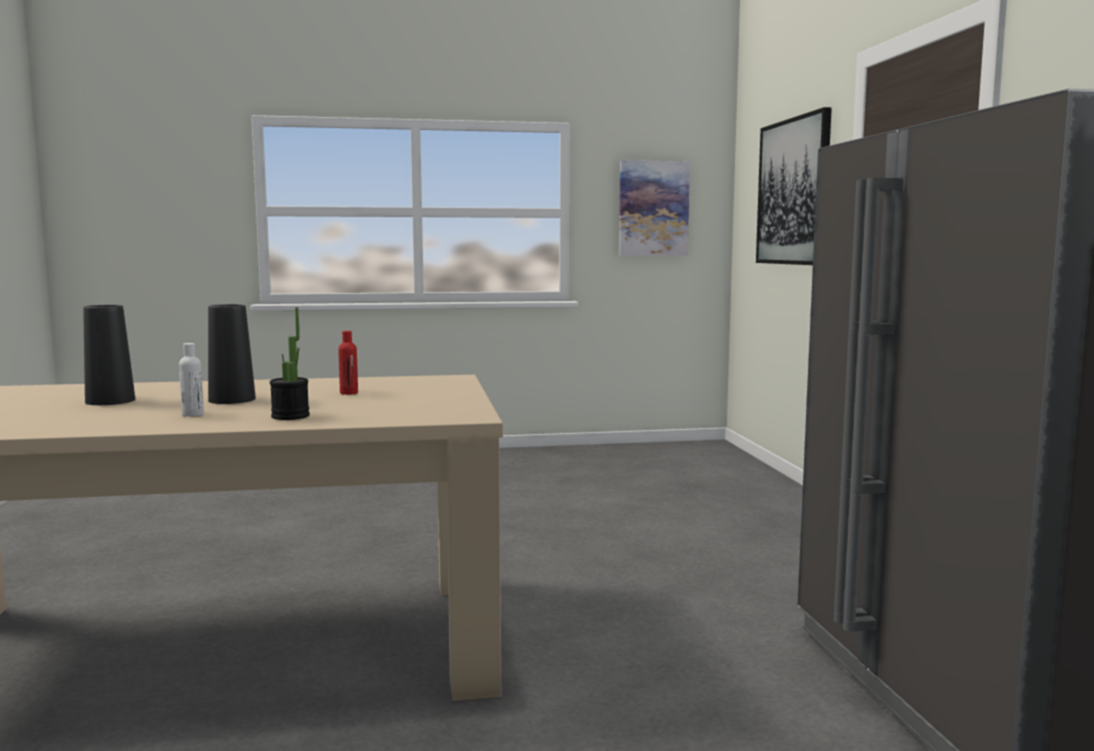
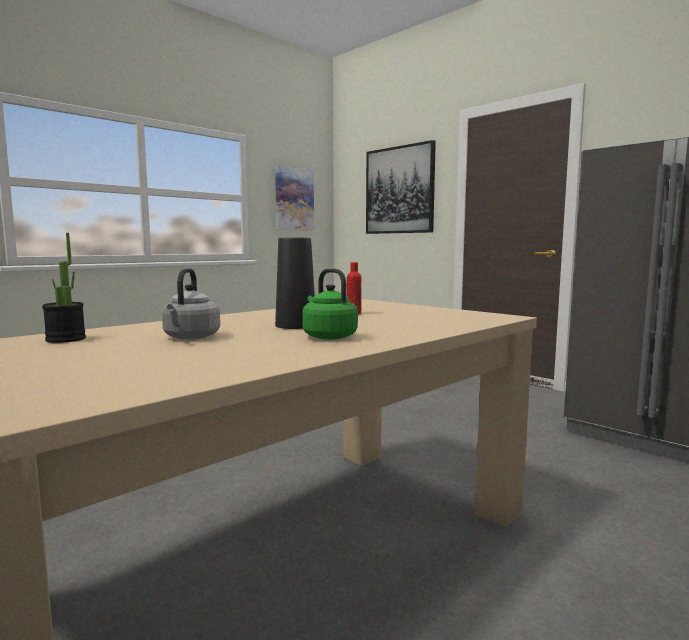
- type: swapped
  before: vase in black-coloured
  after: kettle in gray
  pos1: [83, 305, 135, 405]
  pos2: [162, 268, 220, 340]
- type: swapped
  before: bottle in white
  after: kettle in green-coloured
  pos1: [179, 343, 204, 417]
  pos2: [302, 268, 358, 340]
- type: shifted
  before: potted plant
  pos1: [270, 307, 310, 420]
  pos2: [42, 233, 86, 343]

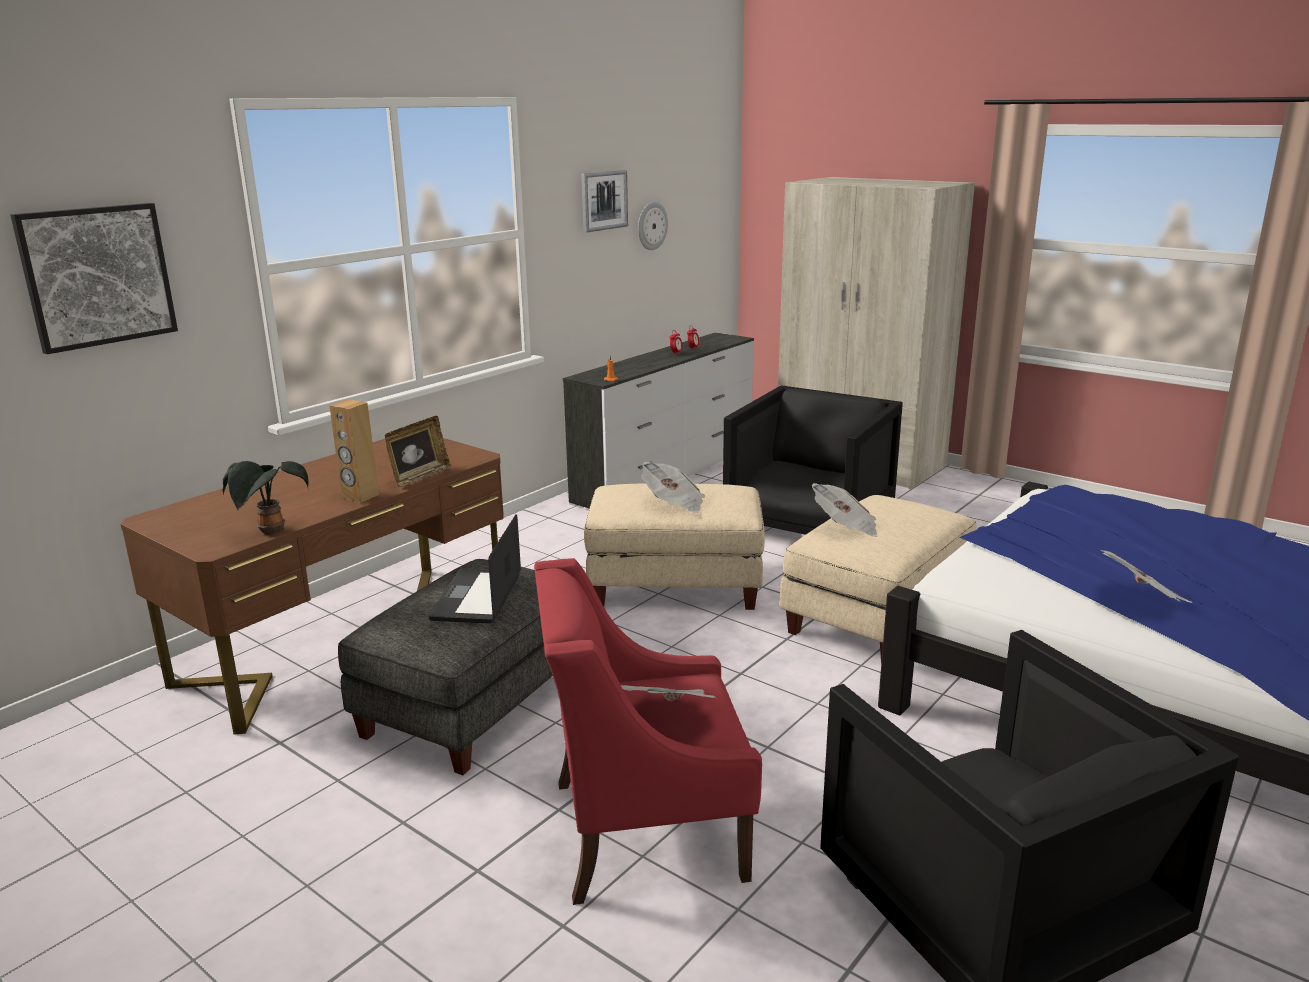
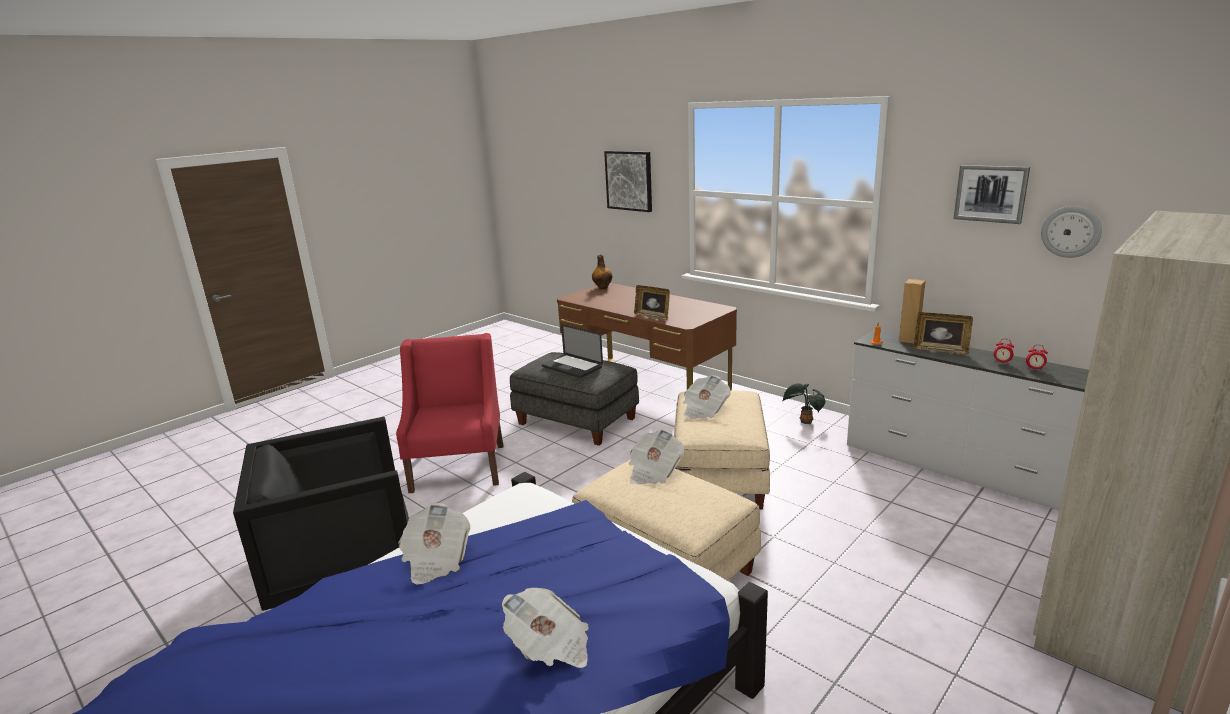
- type: shifted
  before: potted plant
  pos1: [222, 461, 308, 534]
  pos2: [783, 383, 825, 424]
- type: shifted
  before: speaker in brownish
  pos1: [329, 399, 379, 503]
  pos2: [899, 279, 926, 344]
- type: rotated
  before: portable computer
  pos1: [428, 515, 521, 624]
  pos2: [542, 324, 603, 378]
  turn: -150
- type: shifted
  before: daily paper
  pos1: [621, 685, 719, 701]
  pos2: [502, 588, 589, 668]
- type: gone
  before: lounge chair in black-coloured
  pos1: [723, 385, 903, 535]
- type: new
  after: bottle
  pos2: [592, 255, 612, 289]
- type: new
  after: picture frame
  pos2: [914, 312, 973, 355]

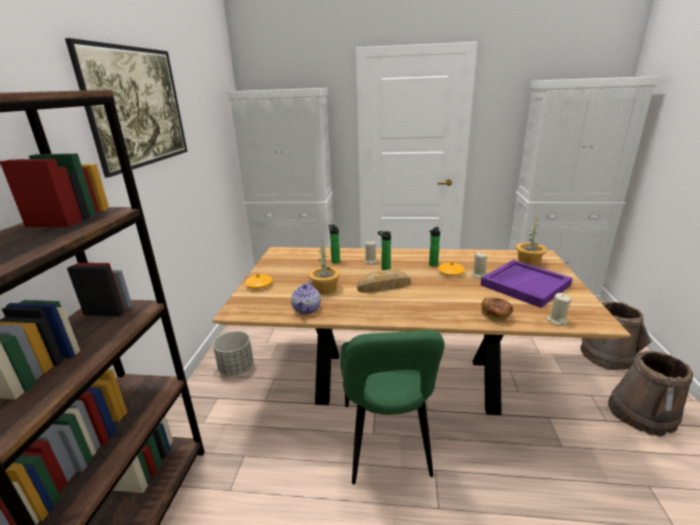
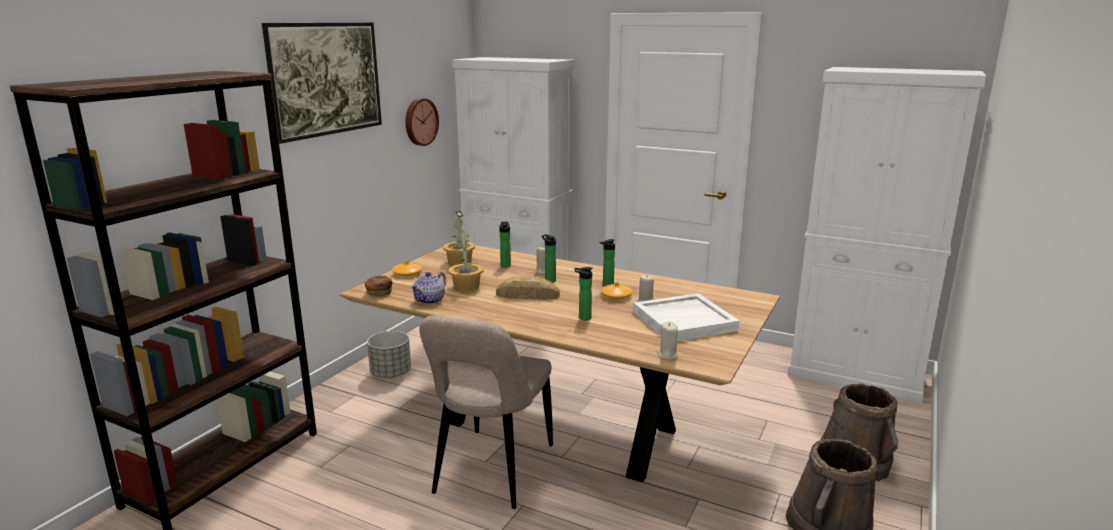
- type: repainted
  before: upright chair in green-coloured
  after: upright chair in beige-coloured
  pos1: [341, 330, 445, 484]
  pos2: [419, 315, 553, 509]
- type: repainted
  before: serving tray in purplish
  after: serving tray in white
  pos1: [481, 260, 572, 308]
  pos2: [633, 293, 740, 341]
- type: shifted
  before: bread
  pos1: [481, 297, 513, 321]
  pos2: [365, 275, 393, 296]
- type: shifted
  before: potted plant
  pos1: [516, 217, 547, 266]
  pos2: [443, 211, 475, 266]
- type: new
  after: clock on the wall
  pos2: [405, 98, 439, 146]
- type: new
  after: bottle
  pos2: [574, 267, 593, 321]

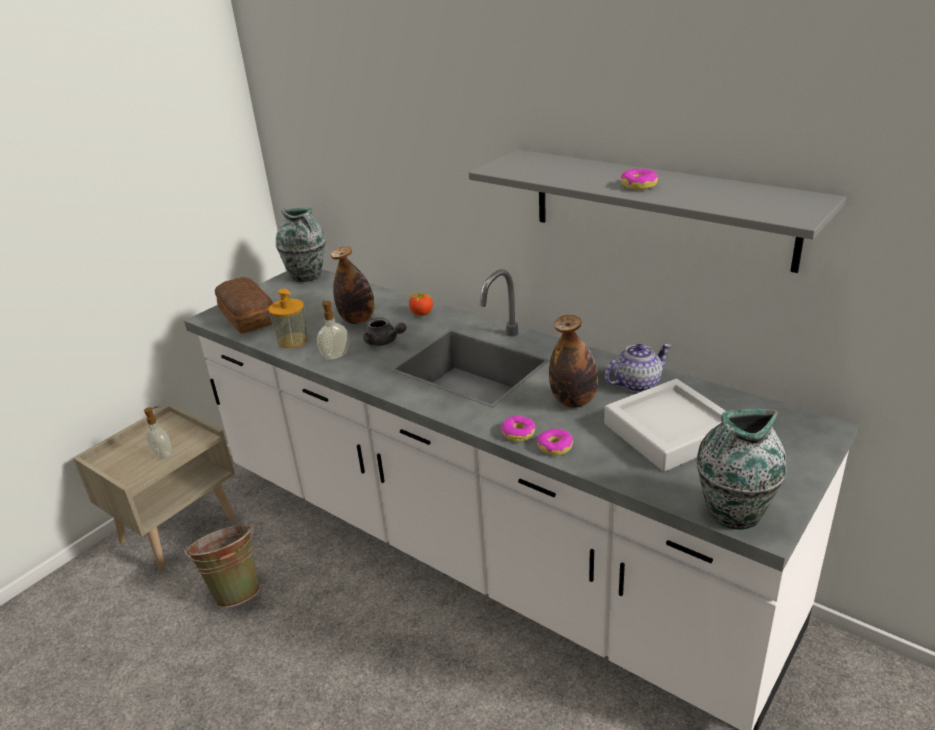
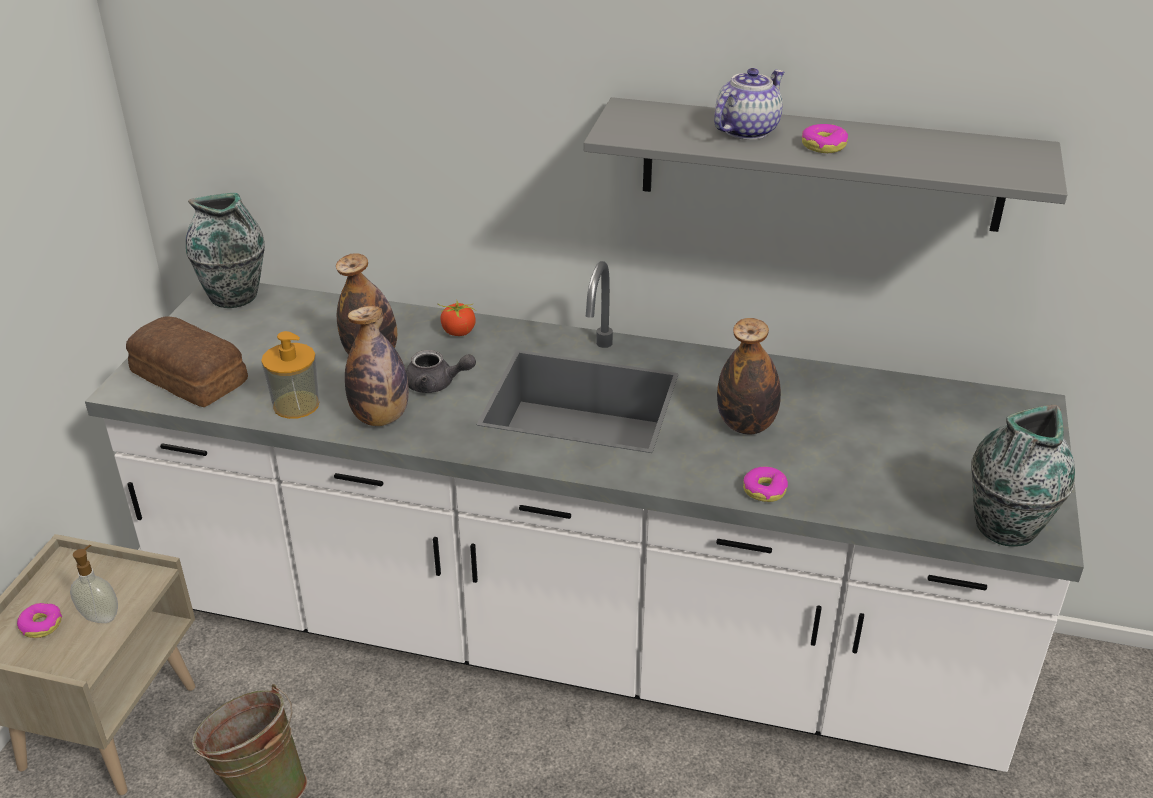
- type: swapped
  before: soap bottle
  after: bottle
  pos1: [317, 301, 350, 360]
  pos2: [345, 306, 409, 426]
- type: shifted
  before: donut
  pos1: [501, 416, 536, 442]
  pos2: [17, 603, 62, 638]
- type: gone
  before: serving tray in gray
  pos1: [604, 379, 725, 472]
- type: shifted
  before: teapot
  pos1: [605, 344, 672, 392]
  pos2: [714, 68, 784, 140]

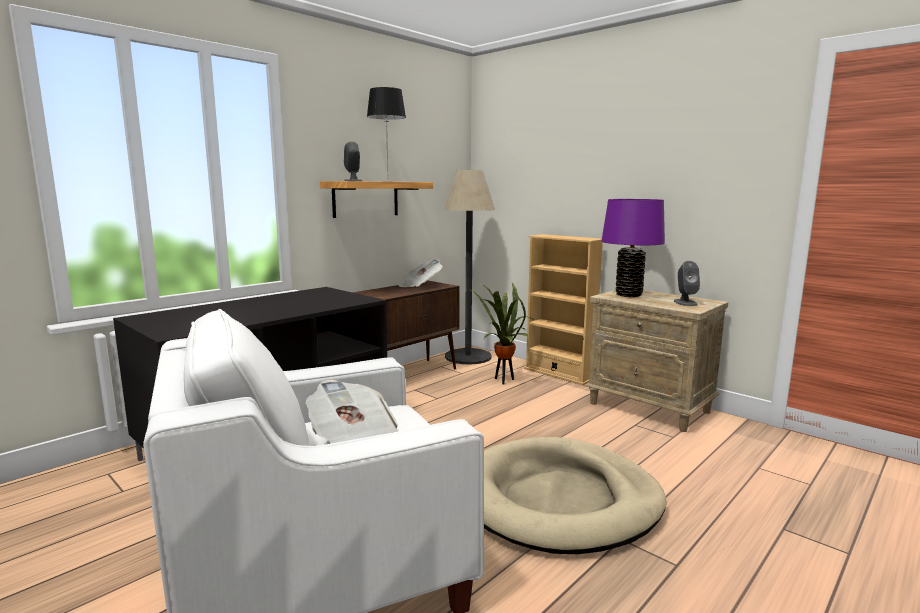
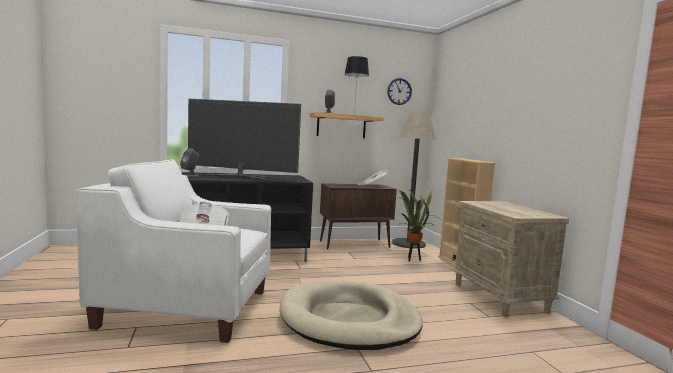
- type: gone
  before: tabletop lamp in purplish
  pos1: [601, 199, 665, 297]
- type: shifted
  before: speaker in gray
  pos1: [674, 261, 700, 306]
  pos2: [180, 148, 199, 177]
- type: new
  after: television
  pos2: [188, 99, 301, 180]
- type: new
  after: clock on the wall
  pos2: [387, 78, 412, 105]

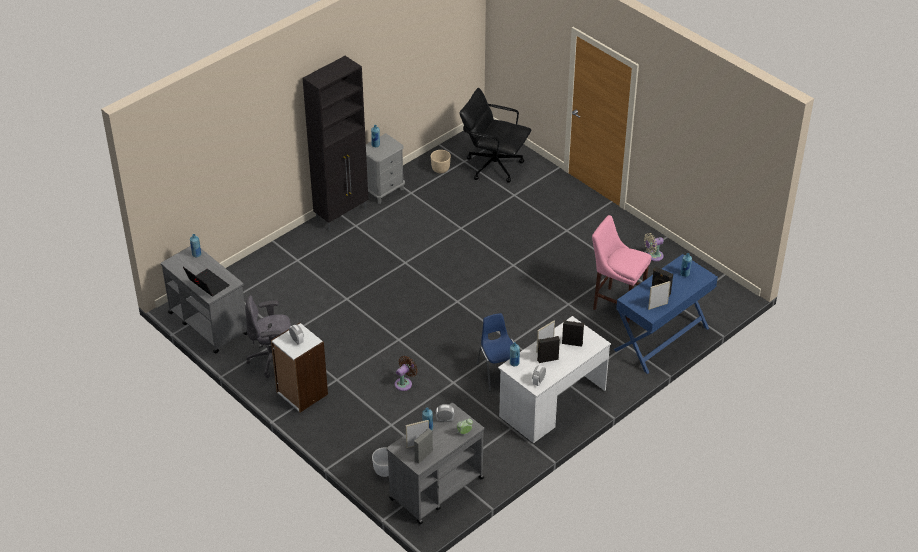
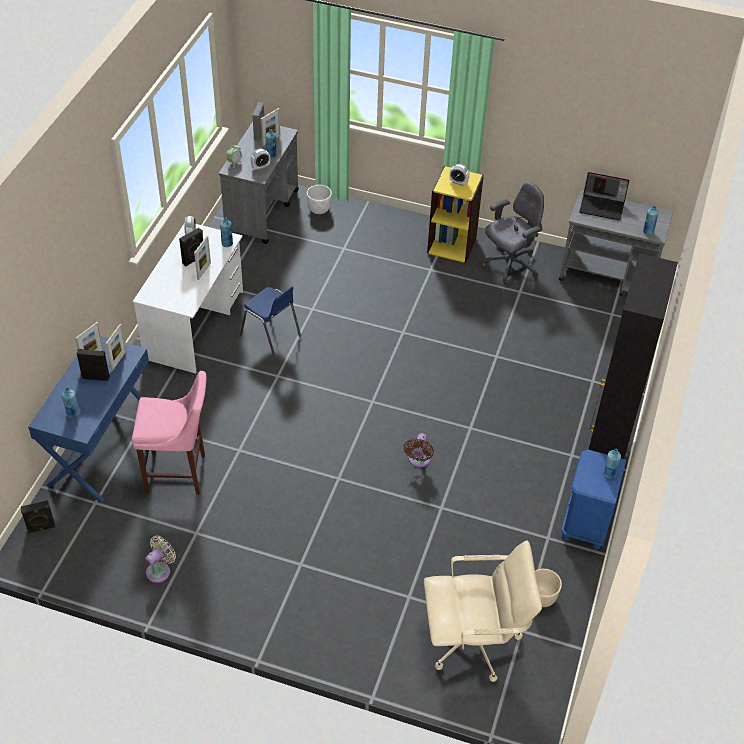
- type: repainted
  before: bookshelf in white
  after: bookshelf in yellow-coloured
  pos1: [271, 322, 328, 412]
  pos2: [427, 166, 484, 263]
- type: repainted
  before: bedside table in gray
  after: bedside table in bluish
  pos1: [366, 133, 405, 204]
  pos2: [561, 449, 626, 550]
- type: shifted
  before: cooling fan in brownish
  pos1: [395, 356, 418, 391]
  pos2: [404, 433, 434, 467]
- type: repainted
  before: office chair in black-coloured
  after: office chair in beige-coloured
  pos1: [459, 88, 531, 183]
  pos2: [424, 540, 542, 682]
- type: shifted
  before: speaker in black-coloured
  pos1: [562, 320, 584, 347]
  pos2: [21, 500, 55, 534]
- type: new
  after: picture frame
  pos2: [106, 324, 126, 371]

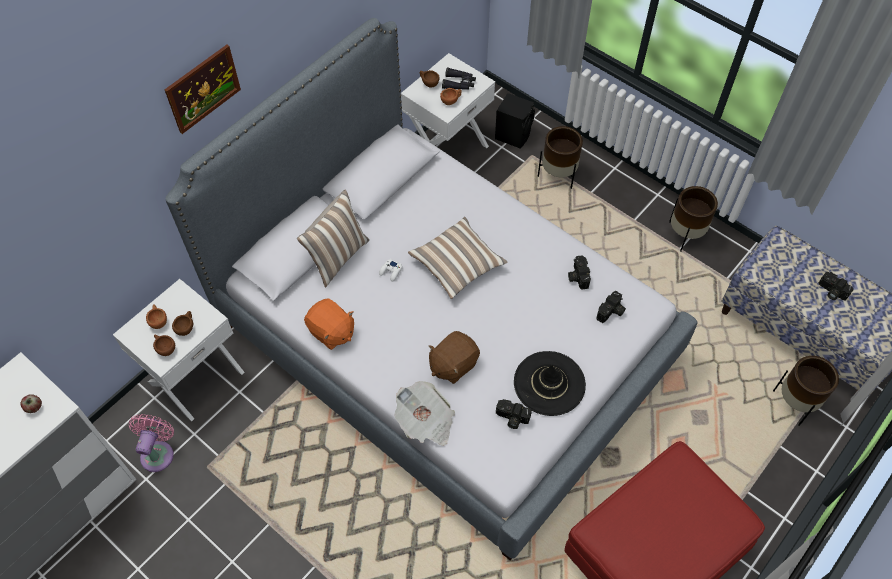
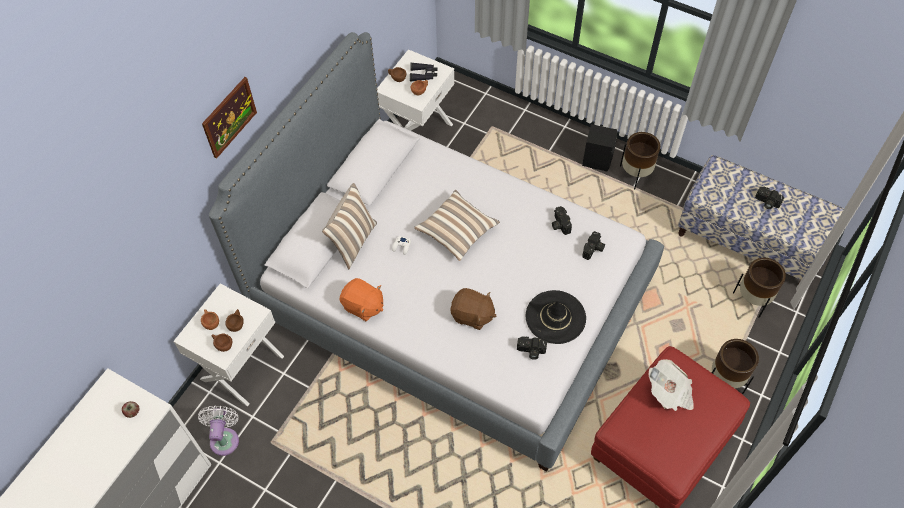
- type: repainted
  before: cooling fan in pink-coloured
  after: cooling fan in white
  pos1: [129, 414, 174, 472]
  pos2: [198, 406, 239, 456]
- type: shifted
  before: daily paper
  pos1: [394, 381, 455, 446]
  pos2: [649, 359, 694, 411]
- type: rotated
  before: plush toy in brownish
  pos1: [429, 331, 480, 384]
  pos2: [450, 288, 497, 330]
  turn: -105
- type: shifted
  before: speaker in black-coloured
  pos1: [495, 93, 535, 148]
  pos2: [582, 124, 617, 171]
- type: shifted
  before: planter in brownish
  pos1: [538, 126, 583, 189]
  pos2: [712, 339, 759, 394]

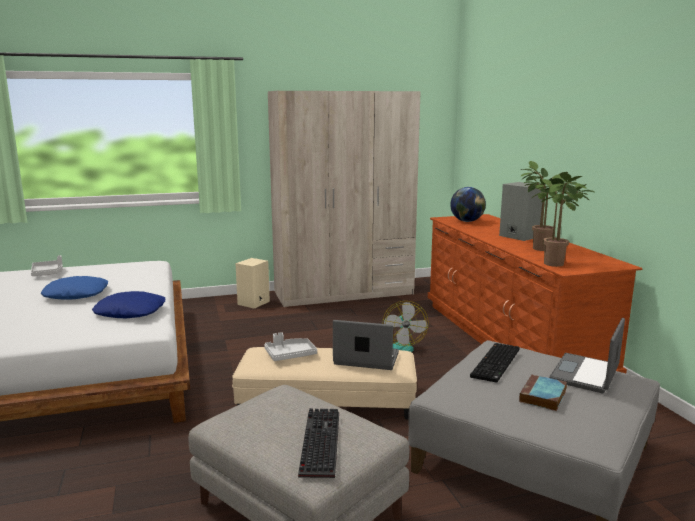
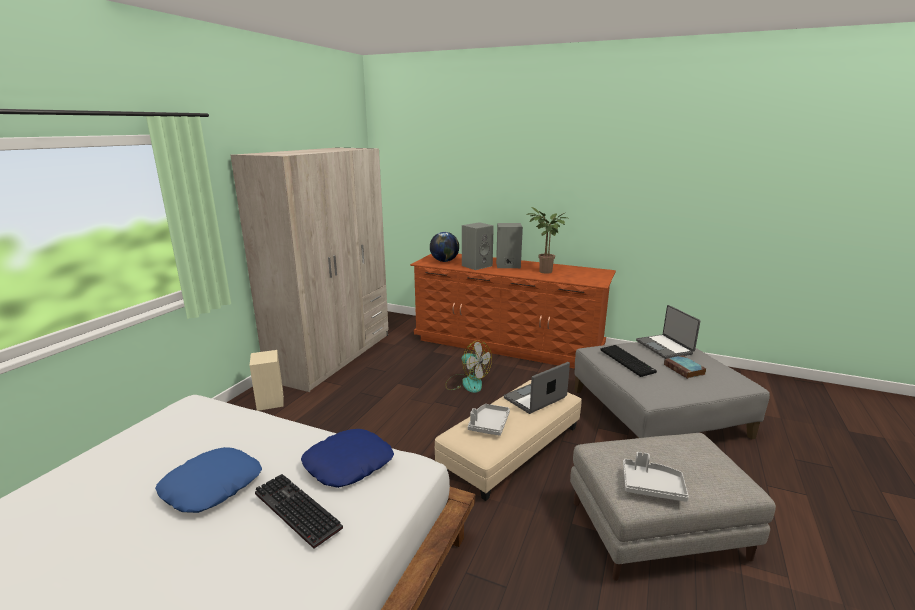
- type: shifted
  before: serving tray in gray
  pos1: [31, 255, 63, 276]
  pos2: [623, 452, 689, 502]
- type: shifted
  before: computer keyboard
  pos1: [298, 408, 339, 478]
  pos2: [255, 474, 343, 549]
- type: gone
  before: potted plant
  pos1: [537, 173, 594, 267]
- type: new
  after: speaker in gray
  pos2: [462, 222, 494, 270]

